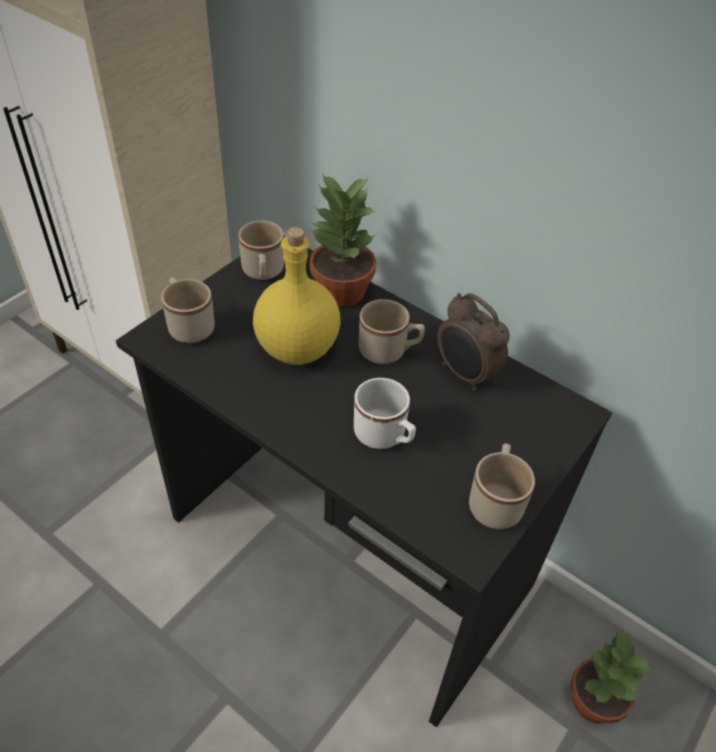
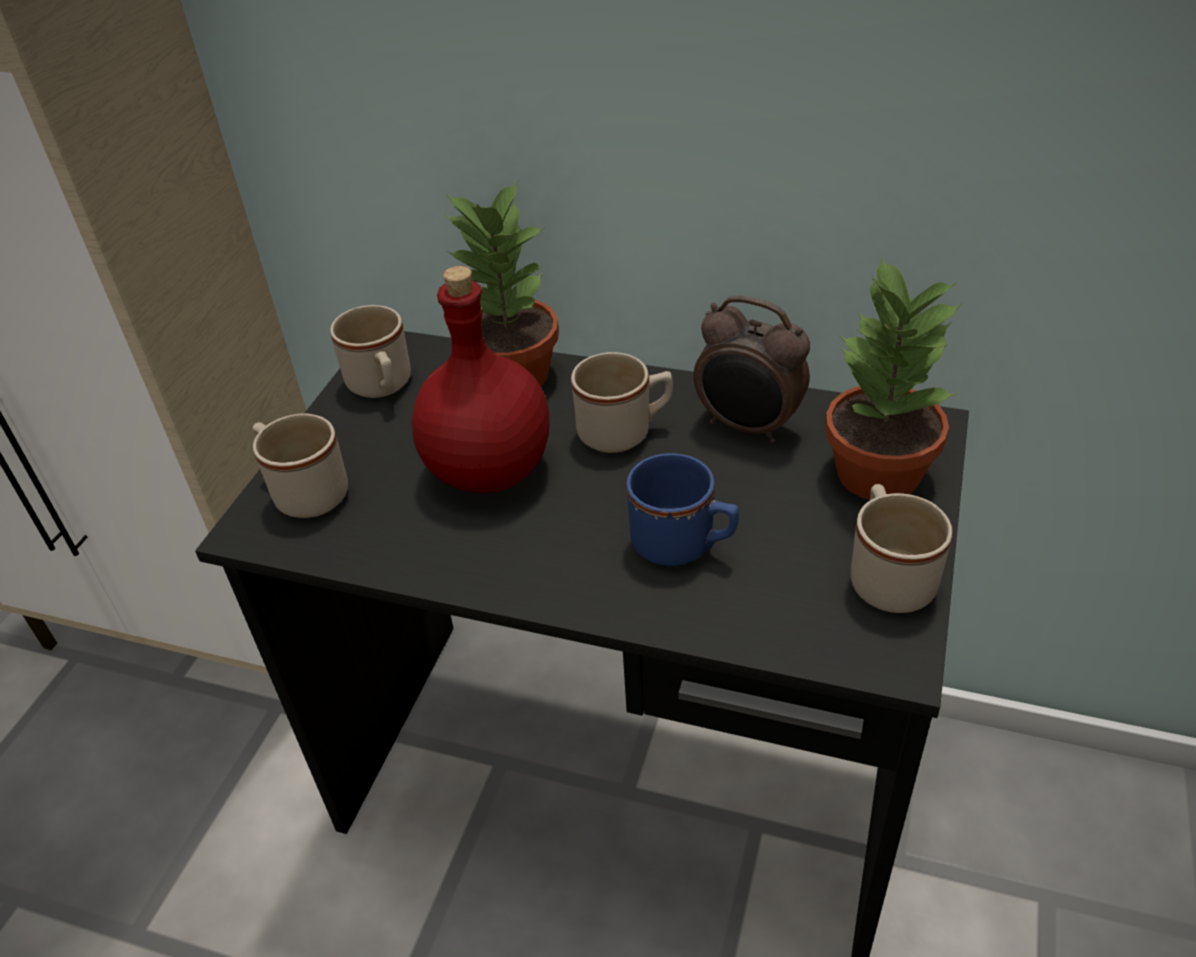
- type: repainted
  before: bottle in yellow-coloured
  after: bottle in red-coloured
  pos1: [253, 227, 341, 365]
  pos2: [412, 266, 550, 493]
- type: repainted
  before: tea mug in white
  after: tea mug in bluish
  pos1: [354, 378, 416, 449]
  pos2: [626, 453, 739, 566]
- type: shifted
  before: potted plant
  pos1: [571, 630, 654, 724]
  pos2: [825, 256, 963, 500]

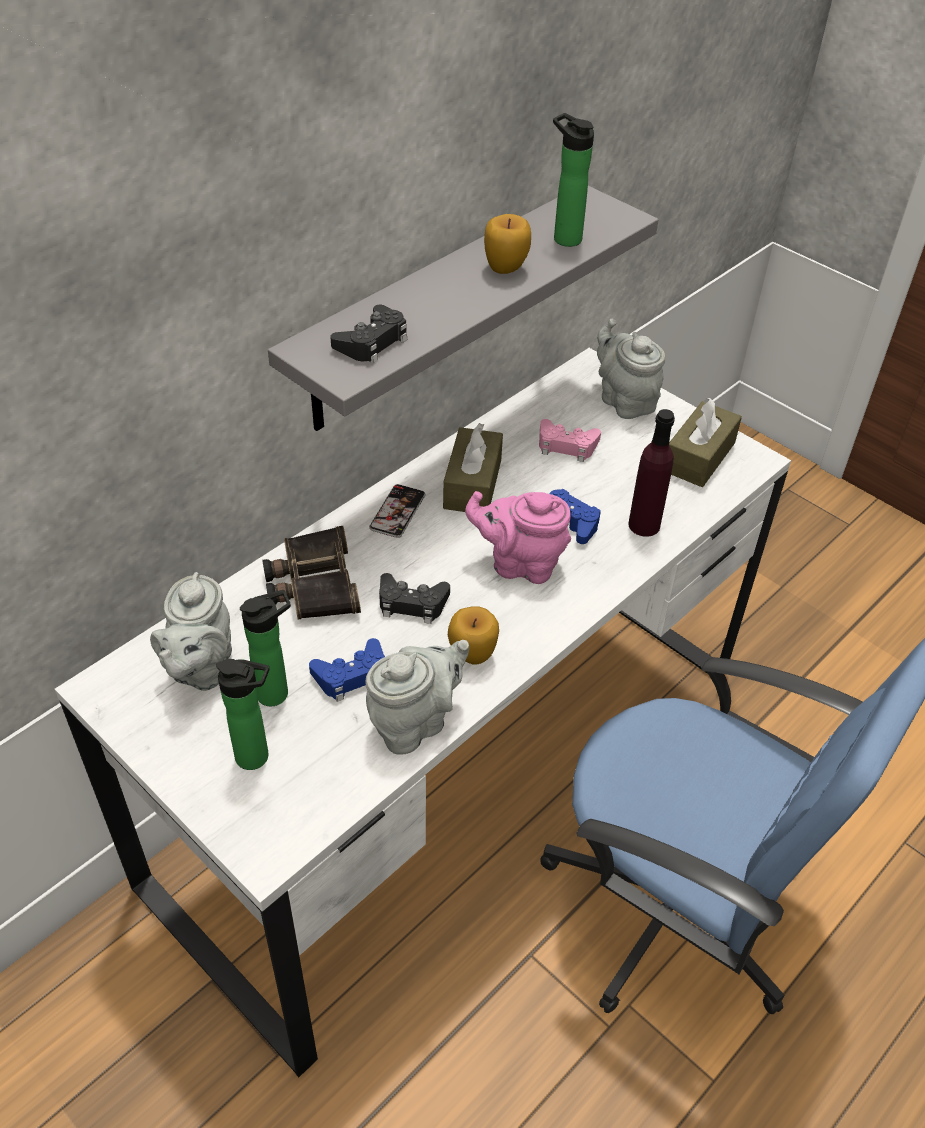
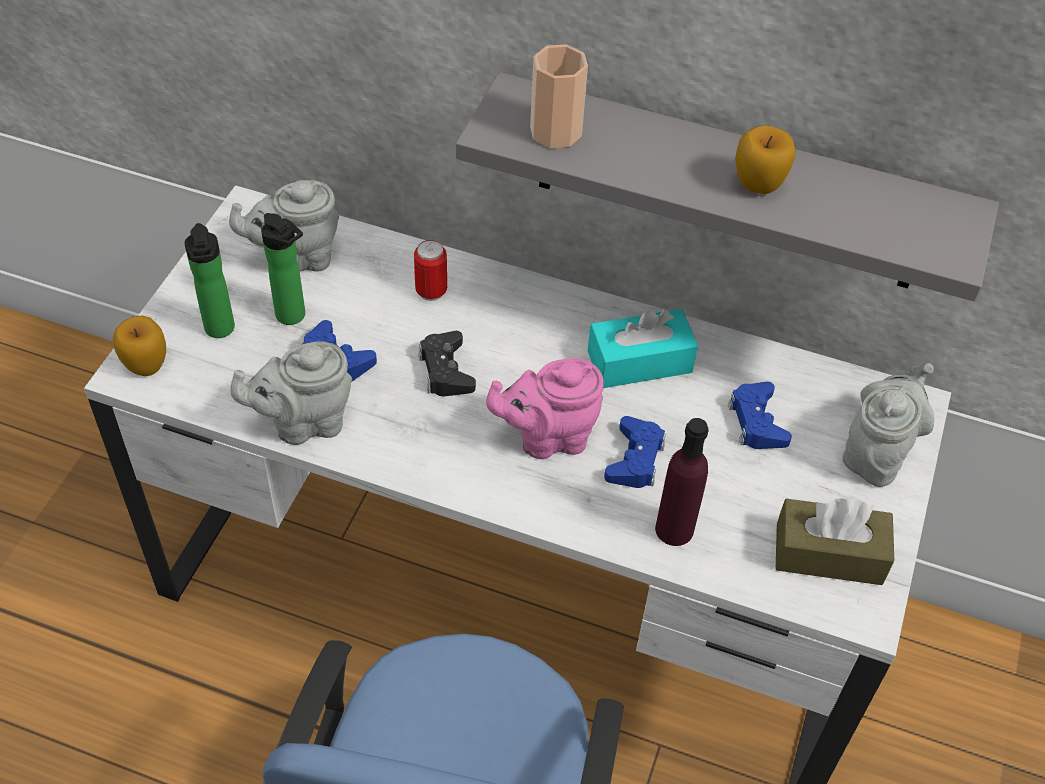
- type: swapped
  before: field glasses
  after: can
  pos1: [262, 526, 361, 619]
  pos2: [414, 240, 447, 301]
- type: swapped
  before: joypad in black-coloured
  after: small cup
  pos1: [330, 305, 408, 363]
  pos2: [530, 45, 588, 148]
- type: rotated
  before: teapot in gray
  pos1: [365, 640, 469, 755]
  pos2: [230, 342, 352, 445]
  turn: 135
- type: gone
  before: phone
  pos1: [369, 484, 425, 538]
- type: repainted
  before: box of tissues in brownish
  after: box of tissues in turquoise-coloured
  pos1: [443, 423, 503, 512]
  pos2: [588, 309, 698, 388]
- type: shifted
  before: apple
  pos1: [448, 606, 499, 664]
  pos2: [113, 316, 166, 376]
- type: rotated
  before: teapot in pink-coloured
  pos1: [465, 491, 571, 584]
  pos2: [486, 358, 604, 459]
  turn: -90
- type: repainted
  before: joypad in pink-coloured
  after: joypad in bluish
  pos1: [539, 419, 601, 462]
  pos2: [728, 381, 792, 449]
- type: gone
  before: bottle
  pos1: [553, 113, 594, 247]

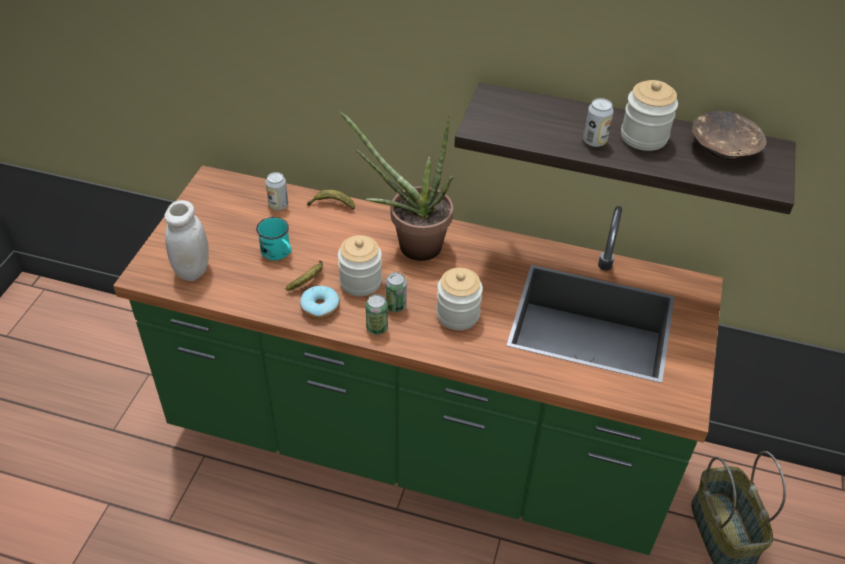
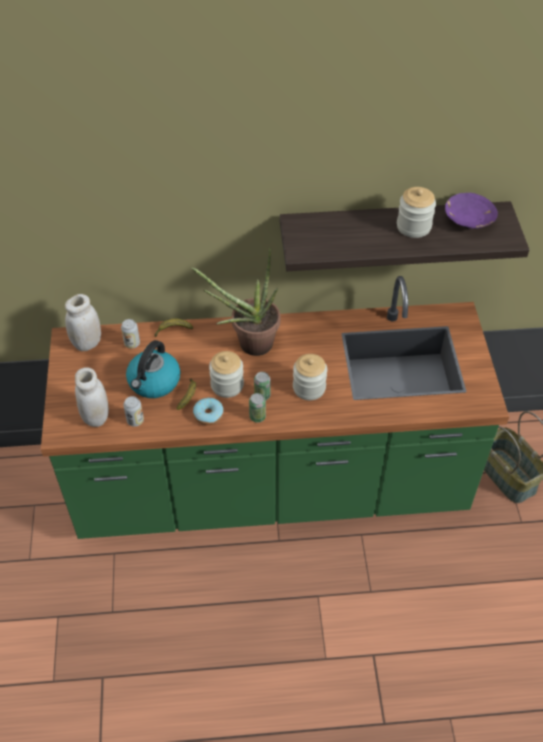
- type: swapped
  before: tea mug in turquoise-coloured
  after: kettle
  pos1: [256, 217, 292, 260]
  pos2: [126, 340, 180, 398]
- type: shifted
  before: can
  pos1: [583, 98, 614, 147]
  pos2: [123, 396, 144, 427]
- type: repainted
  before: serving bowl in brownish
  after: serving bowl in purplish
  pos1: [692, 111, 766, 160]
  pos2: [445, 193, 498, 229]
- type: new
  after: preserve jar in white
  pos2: [65, 294, 101, 351]

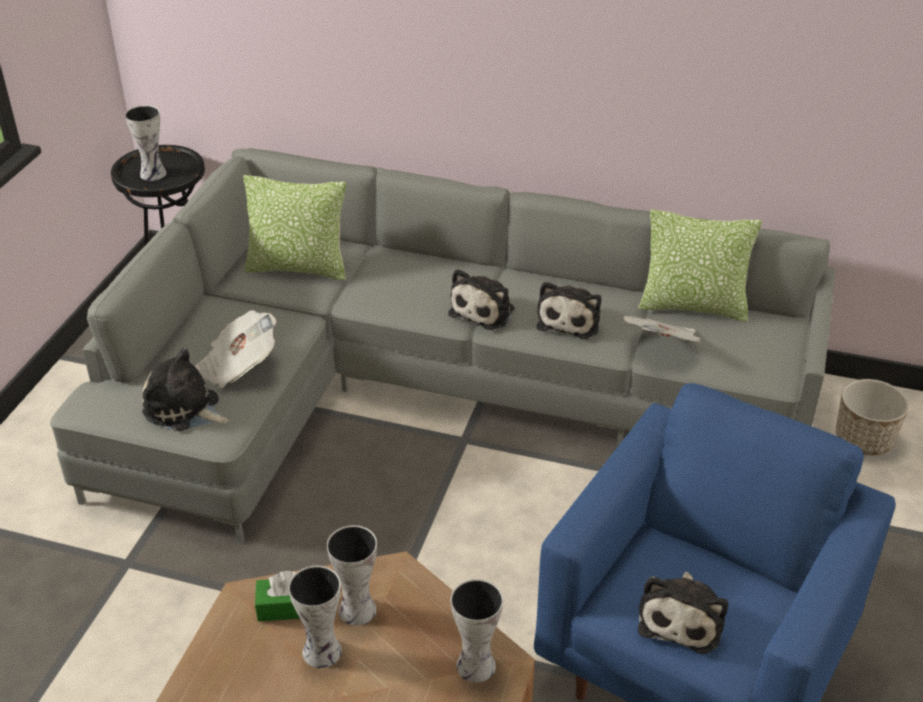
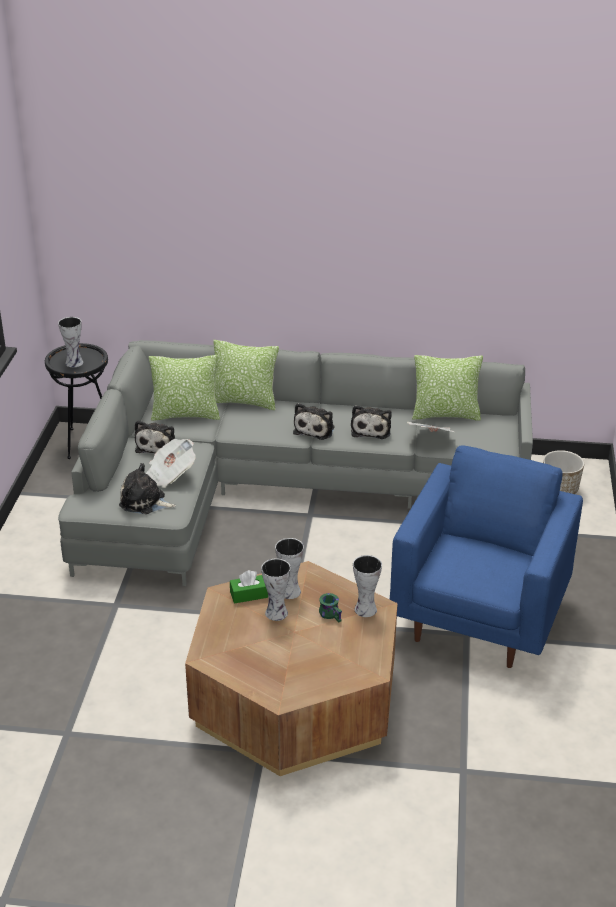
- type: shifted
  before: plush toy
  pos1: [638, 572, 728, 654]
  pos2: [135, 421, 175, 453]
- type: new
  after: pillow
  pos2: [213, 340, 279, 410]
- type: new
  after: tea mug in green-coloured
  pos2: [319, 593, 342, 622]

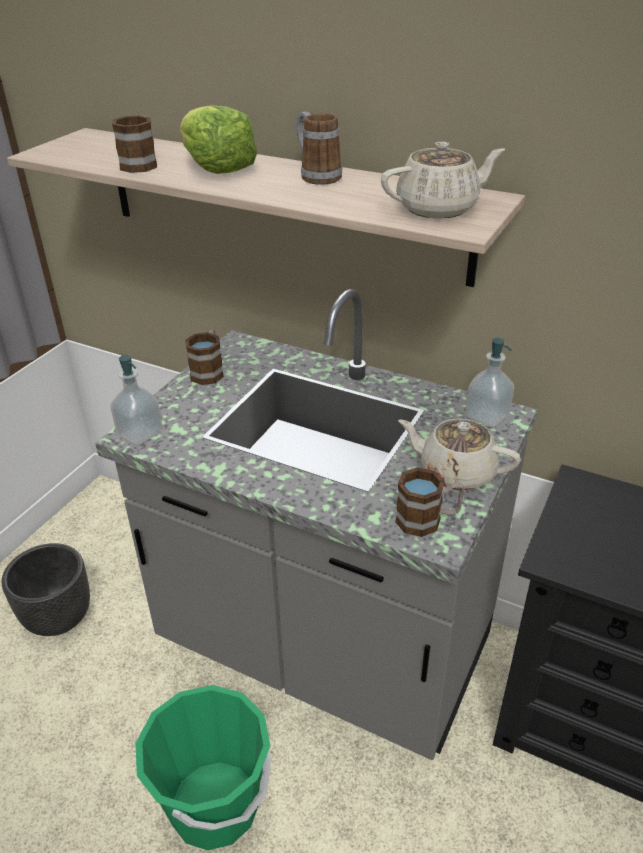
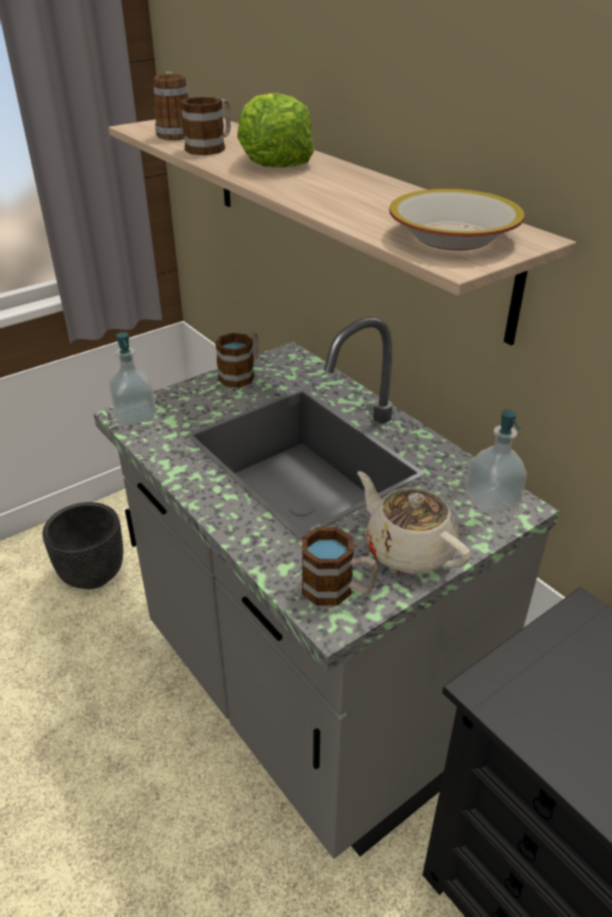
- type: gone
  before: bucket in green-coloured
  pos1: [136, 685, 271, 850]
- type: shifted
  before: tea mug
  pos1: [296, 111, 342, 185]
  pos2: [154, 72, 188, 140]
- type: swapped
  before: teapot in beige-coloured
  after: serving bowl
  pos1: [381, 141, 505, 219]
  pos2: [389, 189, 525, 250]

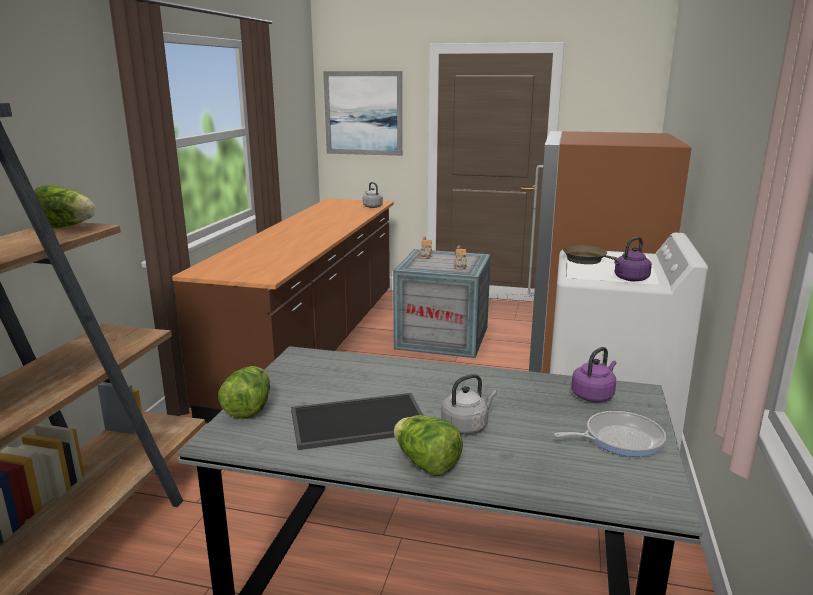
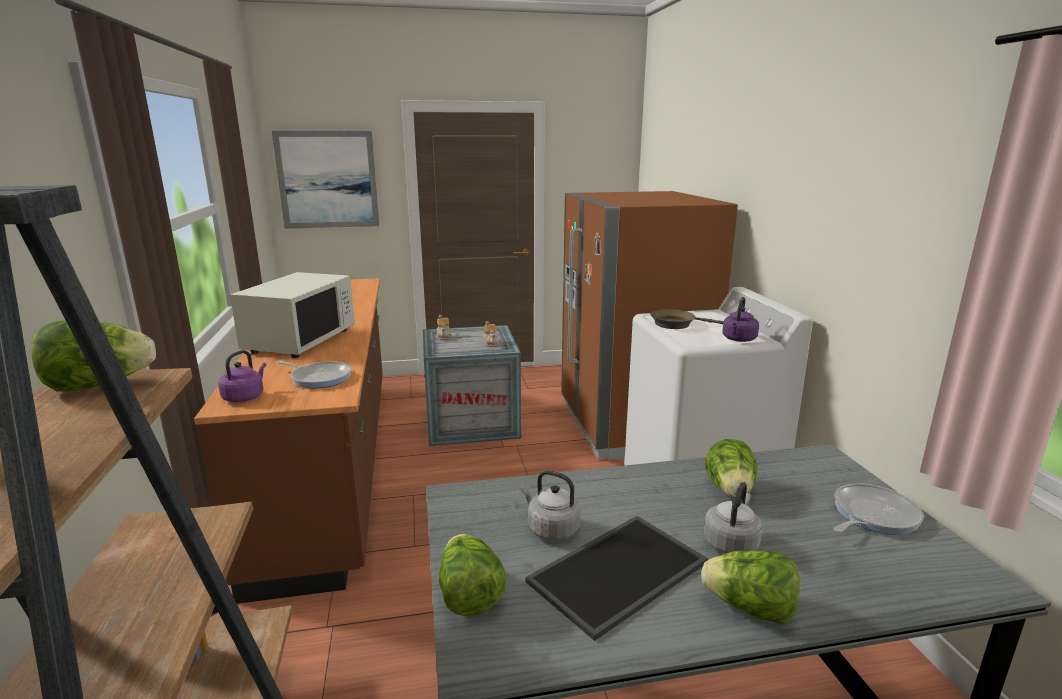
- type: shifted
  before: kettle in gray
  pos1: [363, 182, 383, 208]
  pos2: [521, 470, 581, 541]
- type: shifted
  before: kettle in purplish
  pos1: [571, 347, 616, 402]
  pos2: [218, 350, 266, 402]
- type: new
  after: microwave in white
  pos2: [230, 272, 355, 358]
- type: new
  after: skillet
  pos2: [276, 361, 351, 388]
- type: new
  after: lettuce
  pos2: [705, 439, 757, 498]

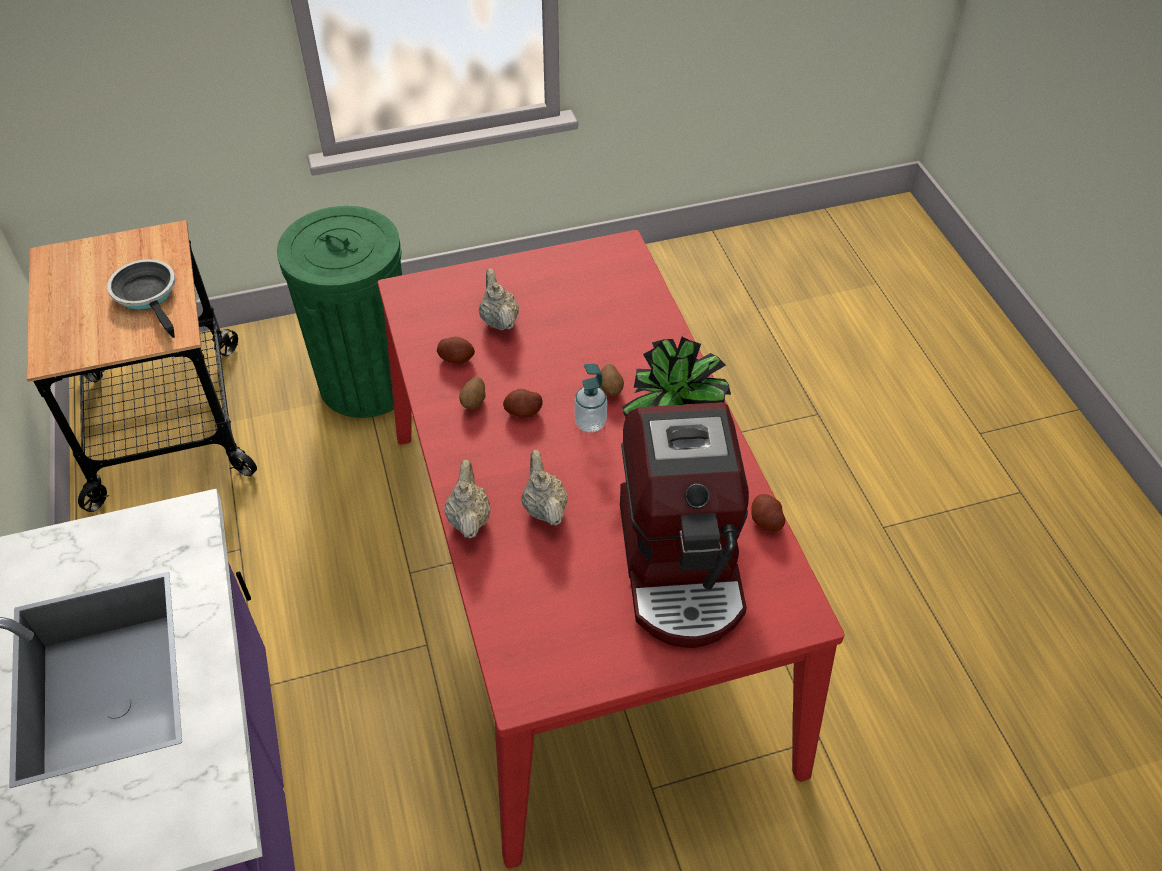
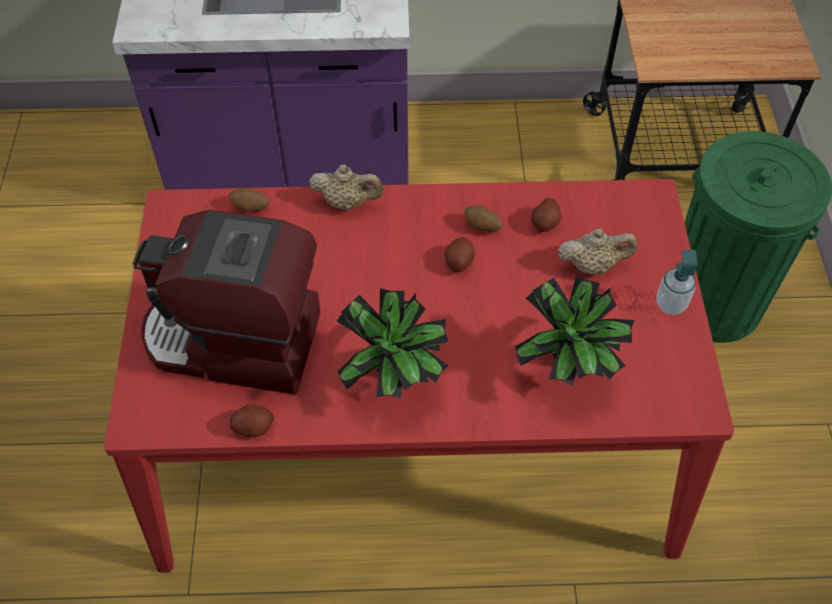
- type: gone
  before: skillet
  pos1: [107, 259, 175, 338]
- type: gone
  before: teapot in beige-coloured
  pos1: [521, 450, 568, 526]
- type: shifted
  before: soap bottle
  pos1: [574, 364, 607, 432]
  pos2: [657, 249, 697, 315]
- type: shifted
  before: spud
  pos1: [601, 364, 624, 396]
  pos2: [229, 188, 269, 211]
- type: new
  after: potted plant
  pos2: [515, 275, 634, 386]

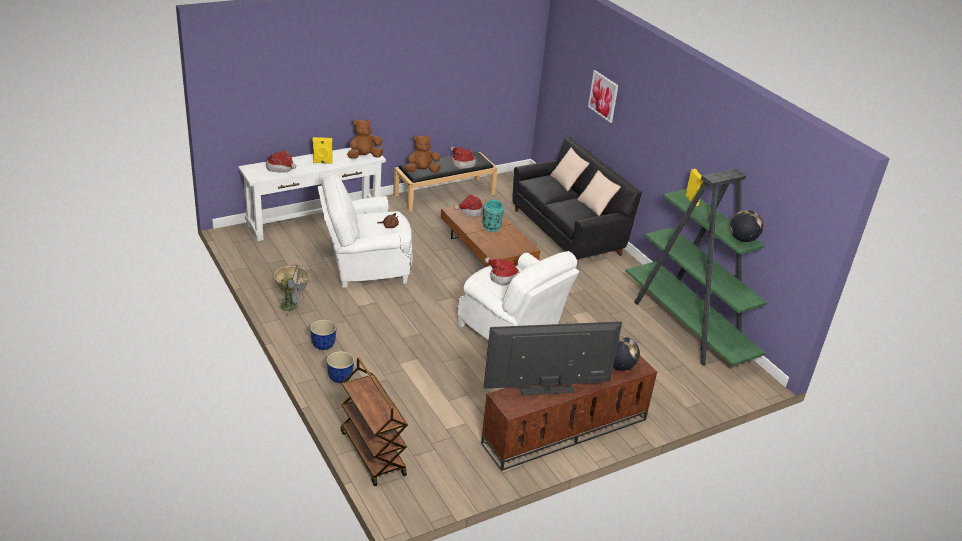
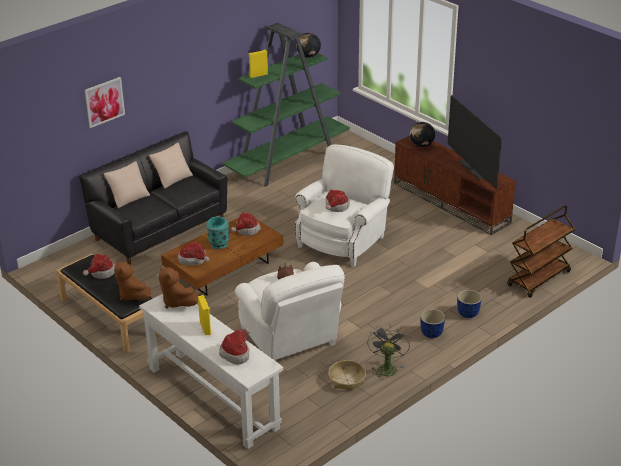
- type: new
  after: hat
  pos2: [231, 212, 261, 236]

